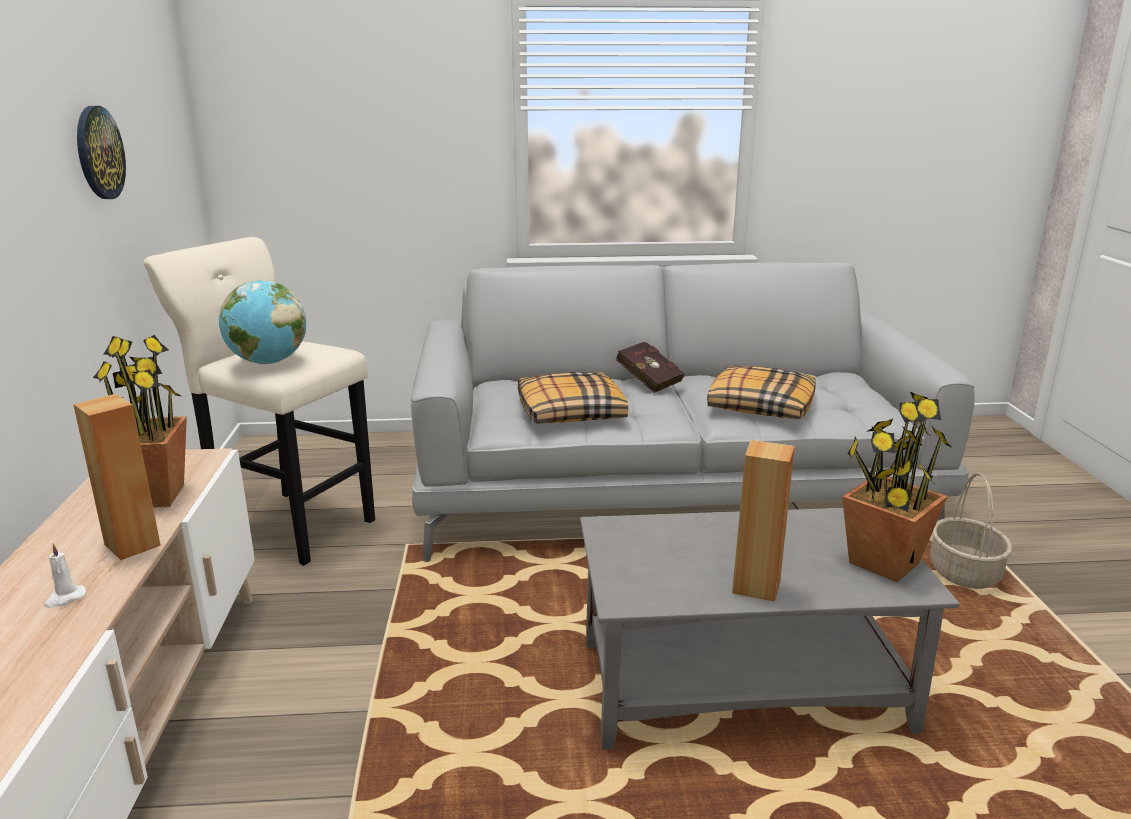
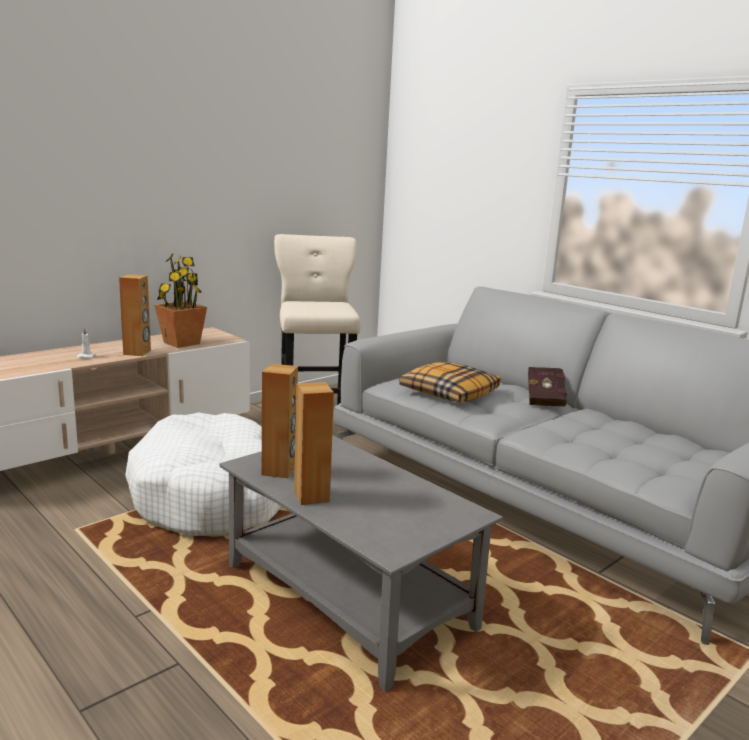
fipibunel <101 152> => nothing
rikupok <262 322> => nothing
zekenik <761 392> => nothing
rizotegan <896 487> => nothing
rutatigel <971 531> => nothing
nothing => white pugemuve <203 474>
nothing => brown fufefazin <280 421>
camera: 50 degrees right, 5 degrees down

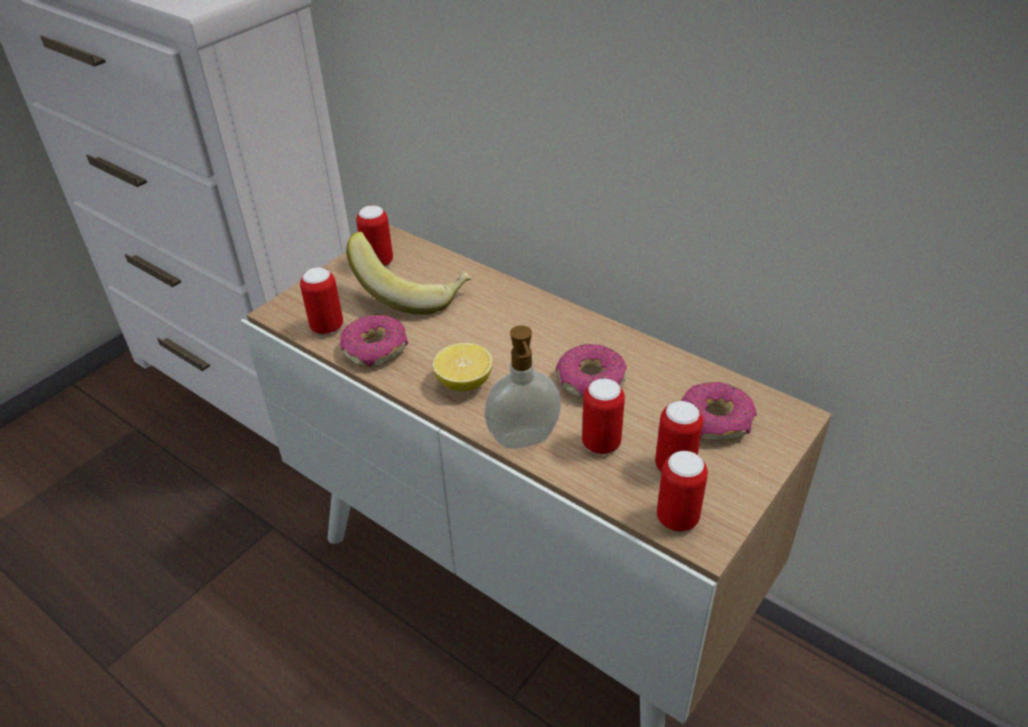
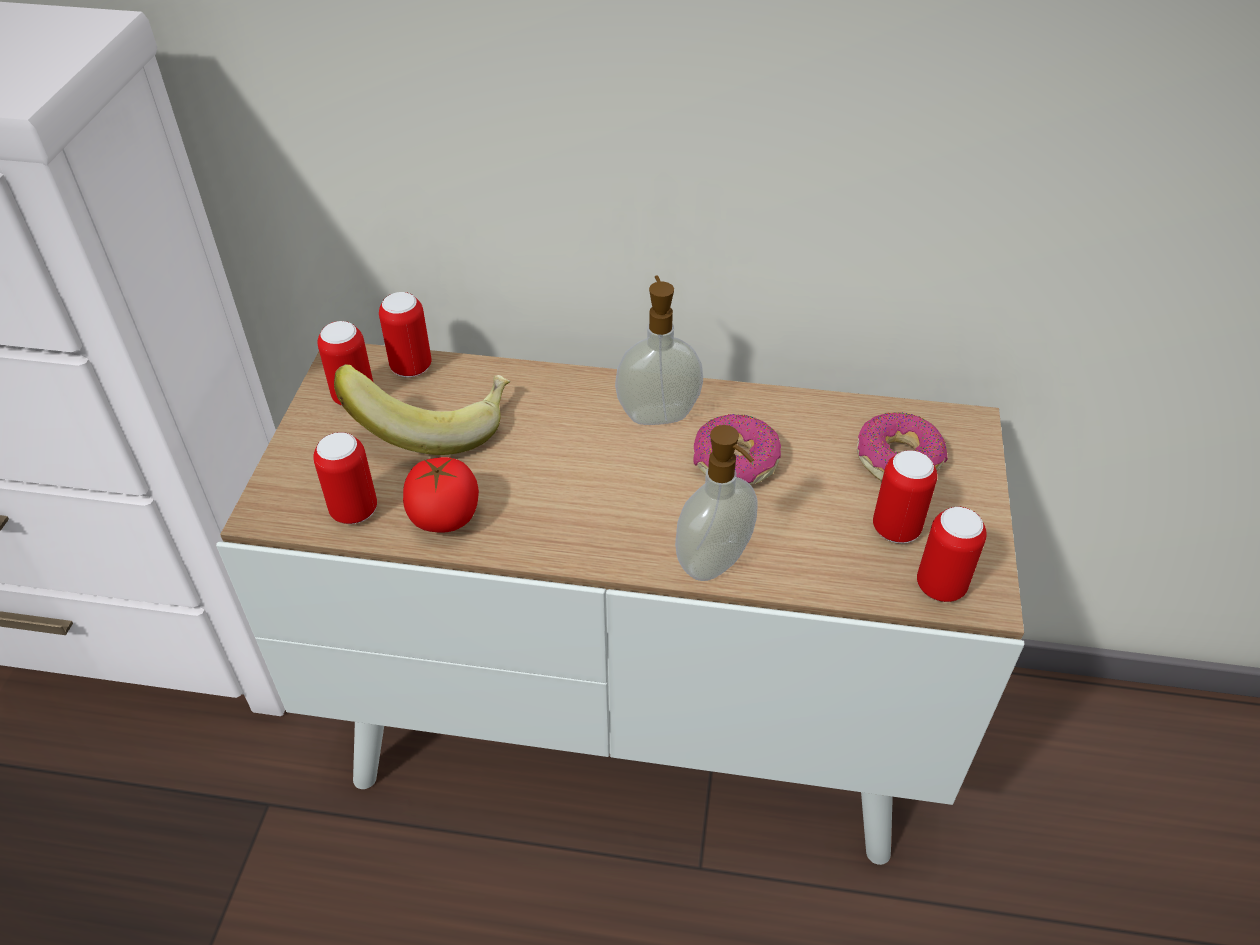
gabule <374 341> => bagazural <441 495>
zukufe <463 367> => nothing
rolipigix <603 416> => rolipigix <405 334>, move
nothing => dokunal <659 350>
camera: 30 degrees left, 5 degrees up

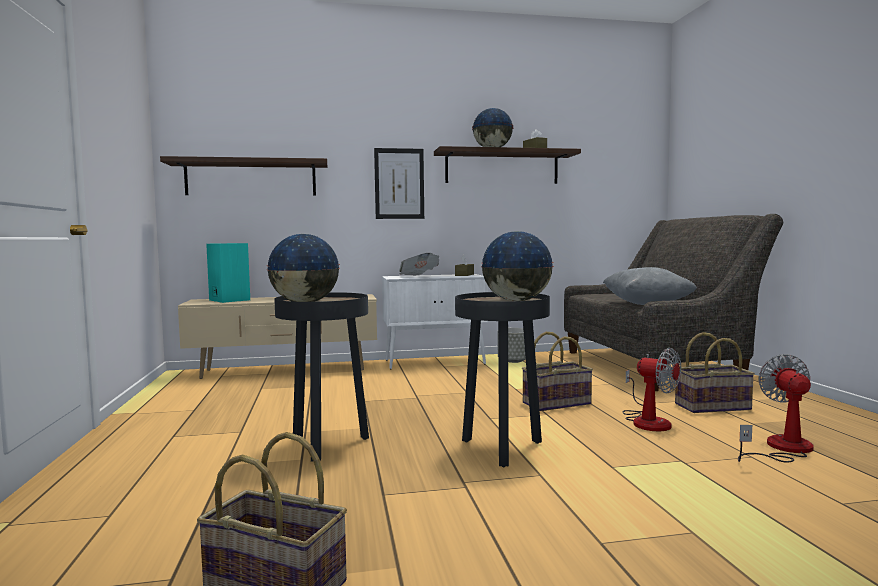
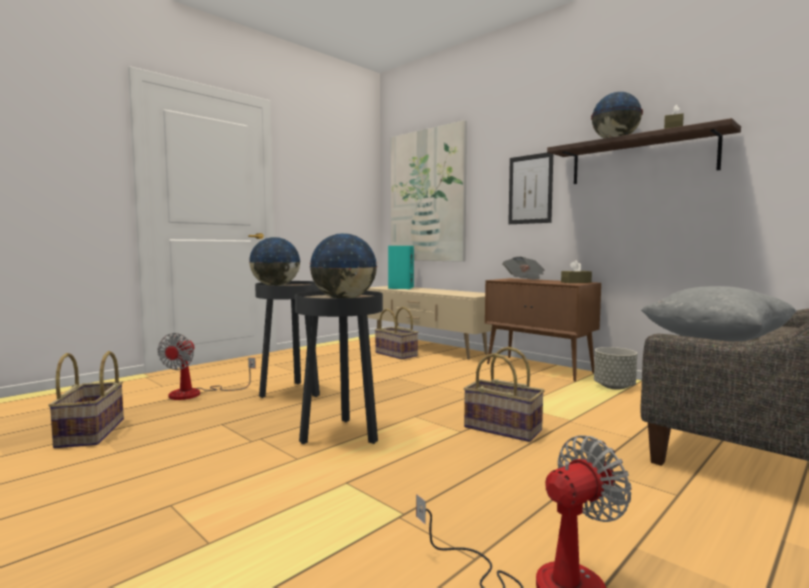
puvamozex <243 176> => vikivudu <429 191>
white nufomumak <435 322> => brown nufomumak <543 330>
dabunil <652 389> => dabunil <207 366>, move
rutatigel <715 372> => rutatigel <396 333>, move
camera: 55 degrees right, 0 degrees up

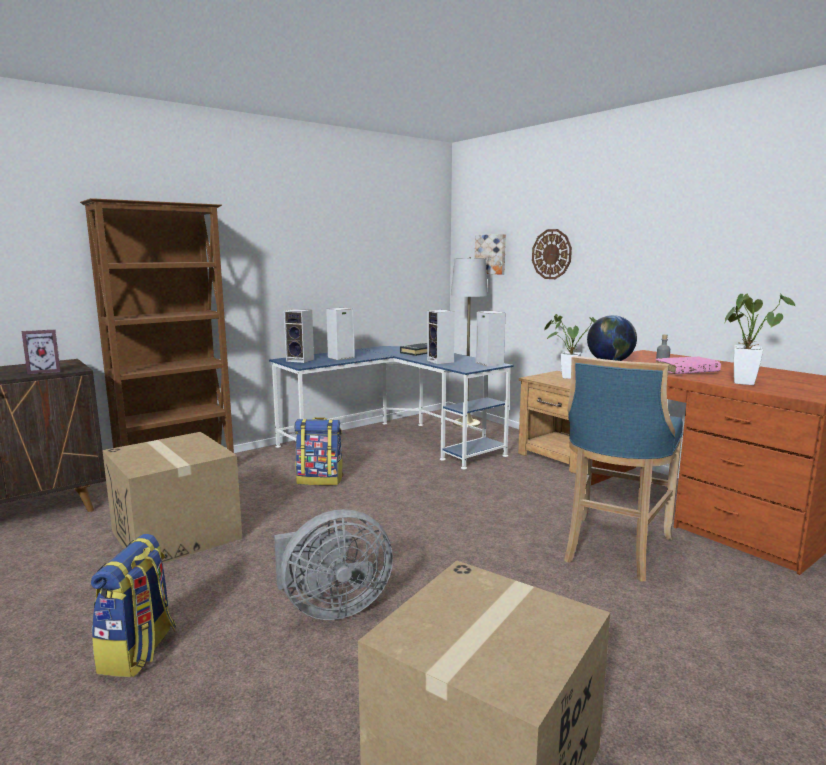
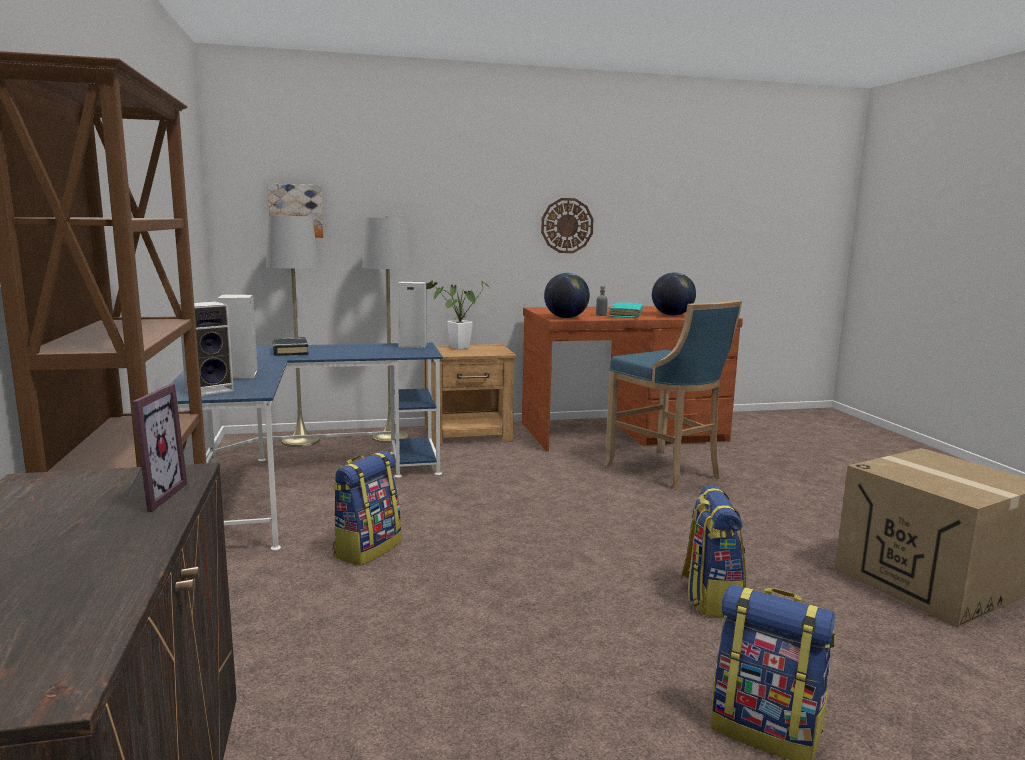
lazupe <172 497> => nothing
grey dabunil <333 564> => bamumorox <713 551>
fufefazin <441 337> => nothing
fipibunel <552 254> => fipibunel <567 225>, move
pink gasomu <688 365> => turquoise gasomu <626 310>
rizotegan <760 339> => rikupok <674 294>
nothing => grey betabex <387 329>
camera: 65 degrees left, 0 degrees up

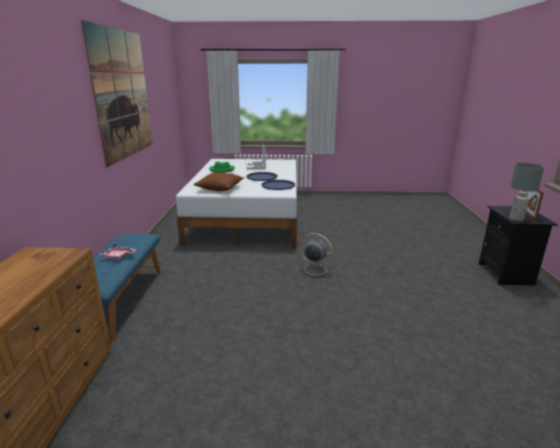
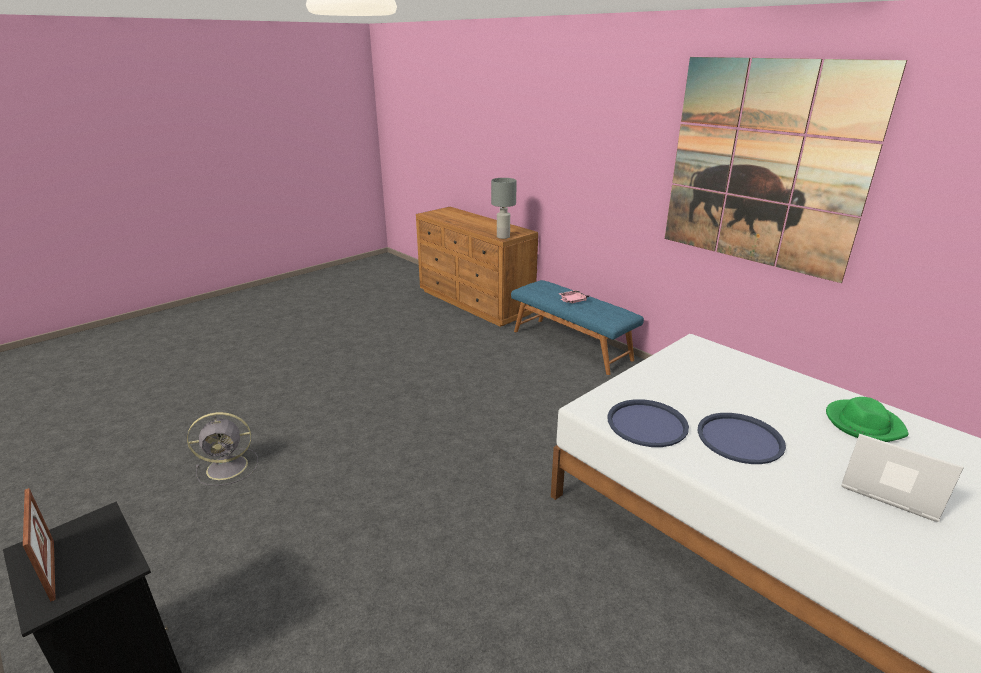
brown zekenik <219 181> => nothing
grey dabunil <315 255> => grey dabunil <222 449>, move
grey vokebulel <526 192> => grey vokebulel <504 208>, move
camera: 135 degrees right, 5 degrees up

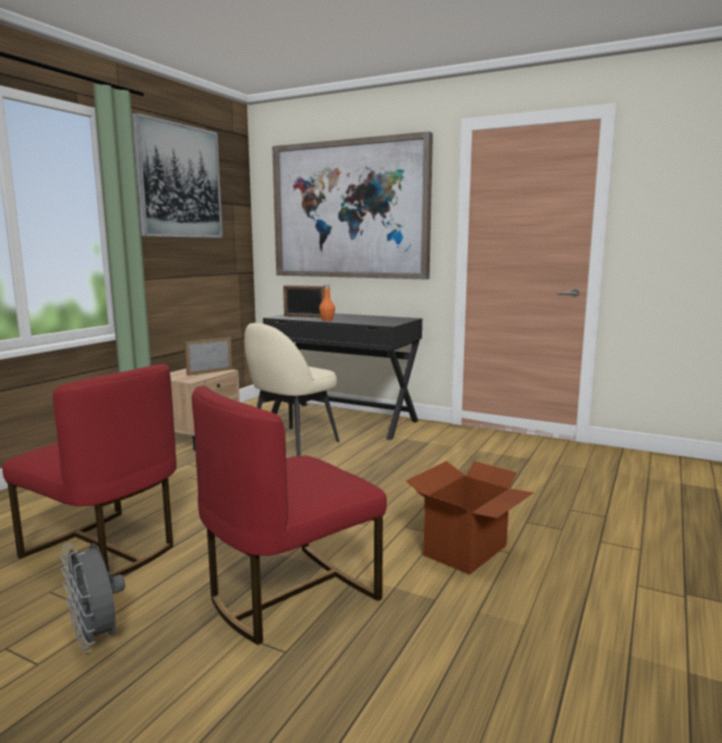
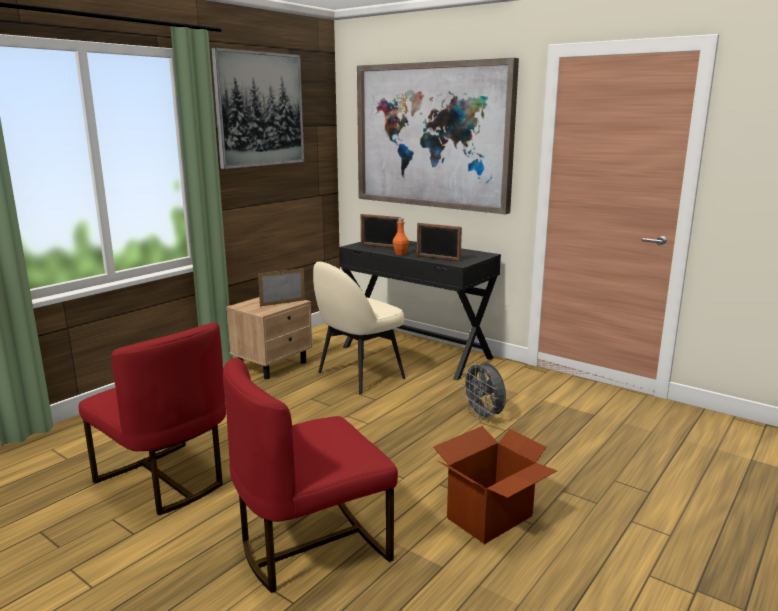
grey dabunil <93 597> => grey dabunil <483 391>, move
nothing => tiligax <439 242>
camera: 10 degrees right, 5 degrees up

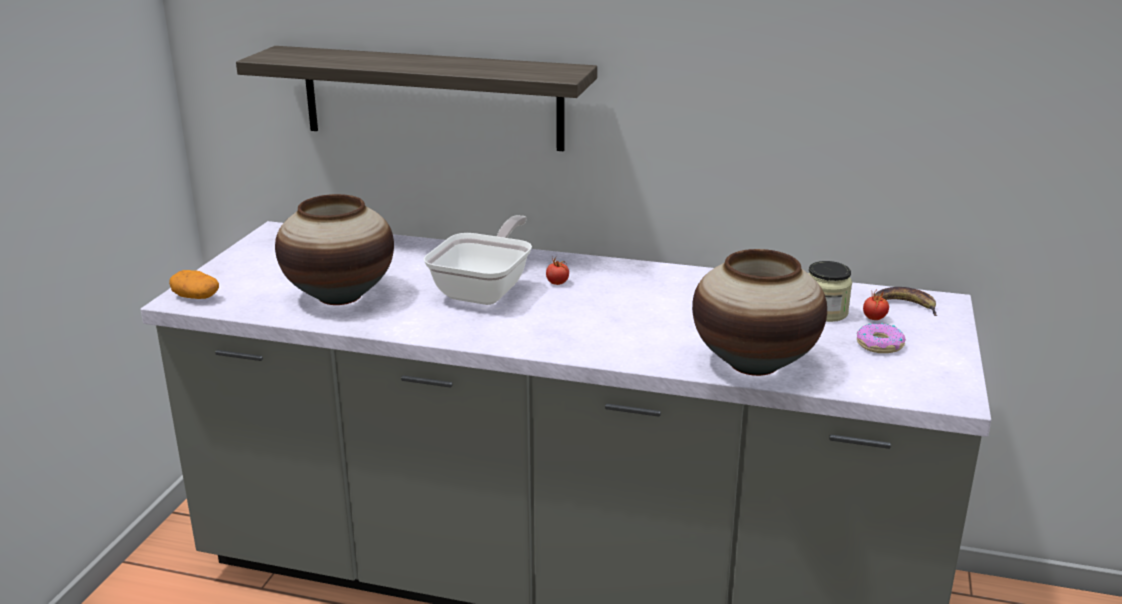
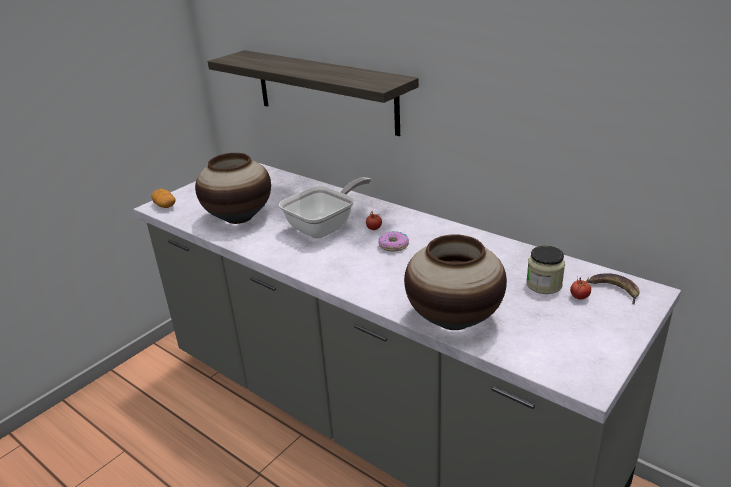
gabule <881 338> => gabule <393 241>, move
camera: 25 degrees right, 5 degrees up

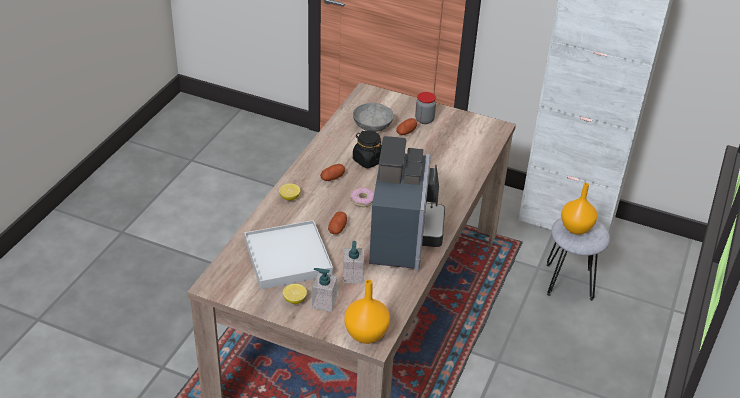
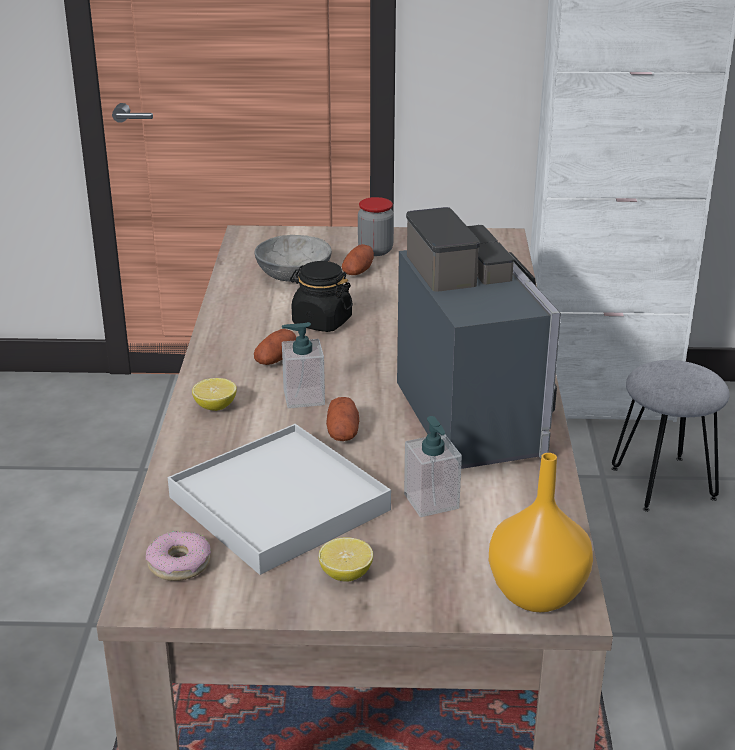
dokunal <324 290> => dokunal <303 365>, move
gabule <362 197> => gabule <178 556>, move
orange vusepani <579 209> => nothing
camera: 20 degrees left, 10 degrees down

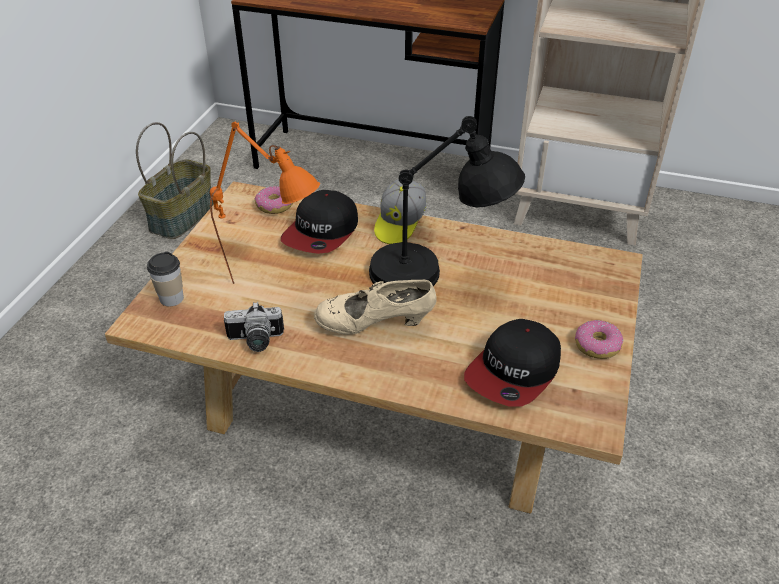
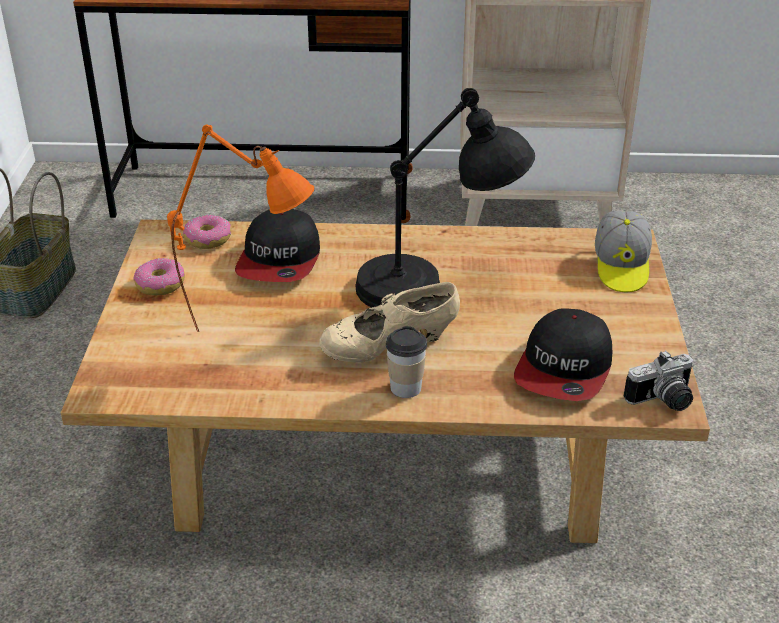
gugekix <165 279> => gugekix <406 362>, move
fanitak <254 327> => fanitak <659 380>, move
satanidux <400 211> => satanidux <623 251>, move
gabule <599 339> => gabule <159 276>, move
camera: 15 degrees left, 5 degrees down

